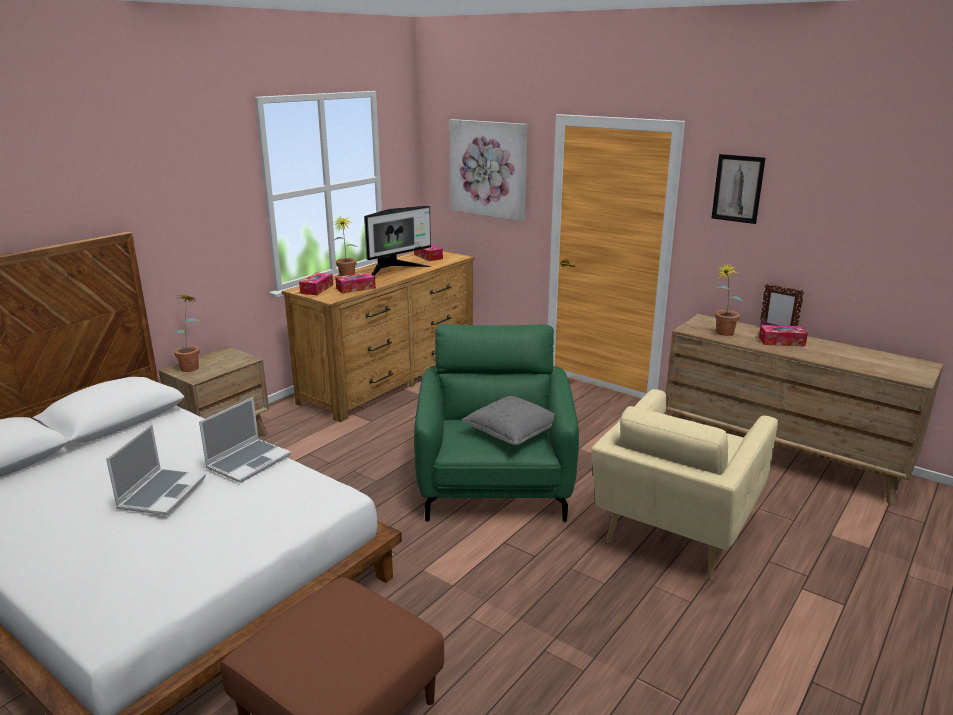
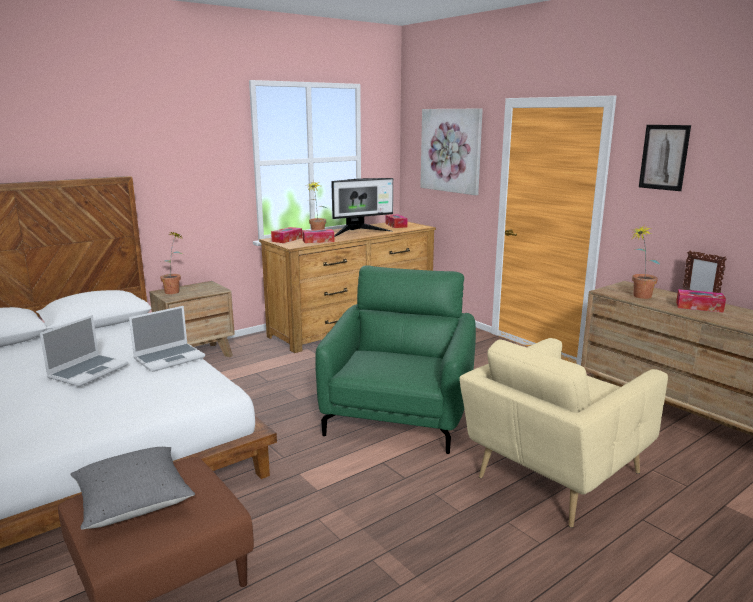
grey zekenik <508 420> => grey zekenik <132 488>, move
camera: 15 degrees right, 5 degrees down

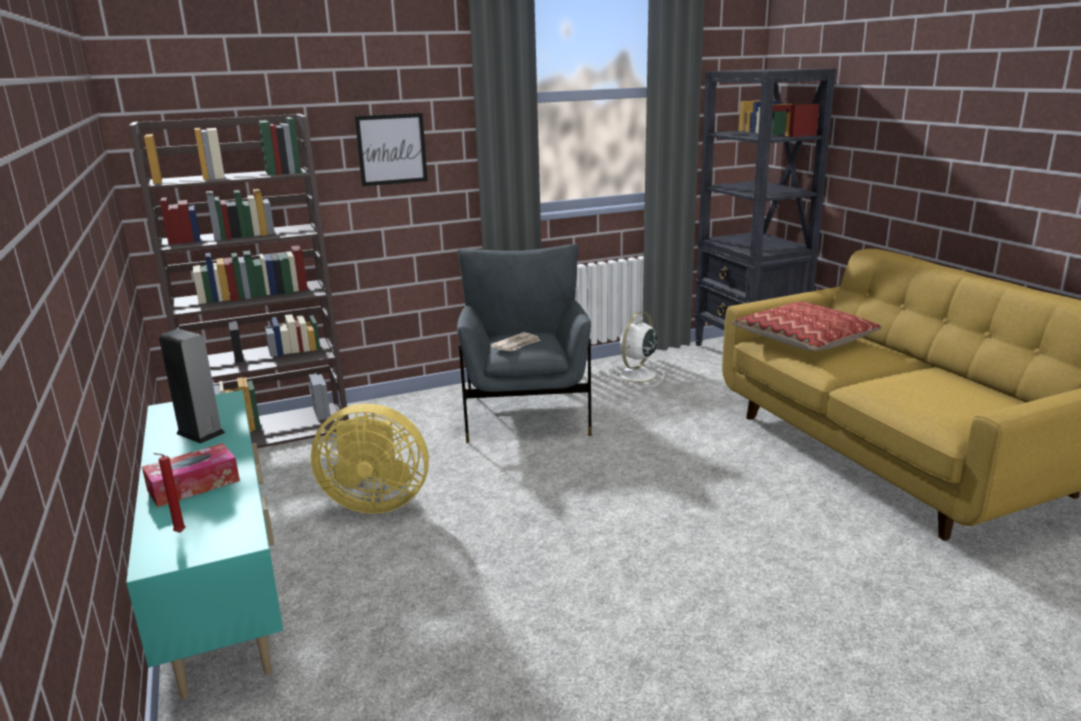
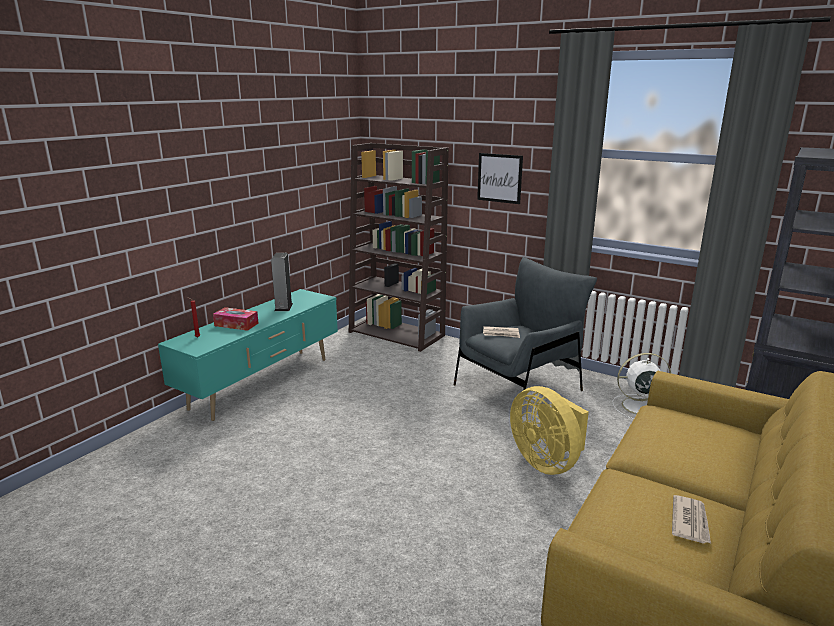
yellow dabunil <370 459> => yellow dabunil <549 430>, move
zekenik <807 326> => nothing
nothing => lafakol <691 519>
camera: 55 degrees right, 0 degrees up

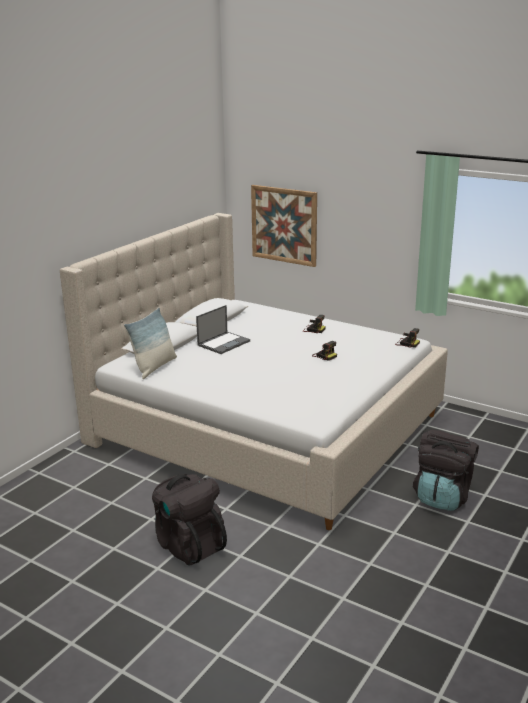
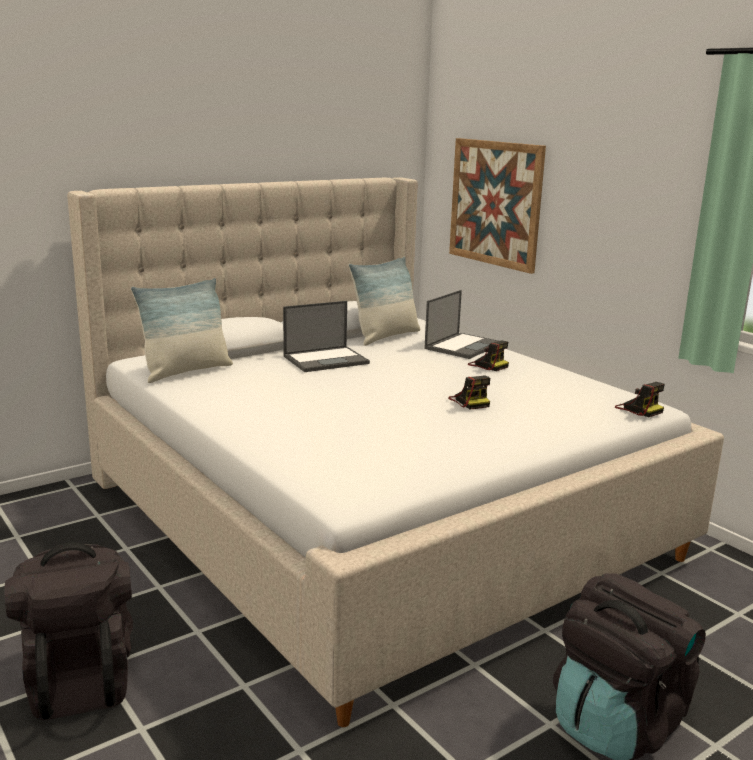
nothing => zekenik <384 301>
nothing => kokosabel <461 324>
camera: 20 degrees right, 5 degrees down

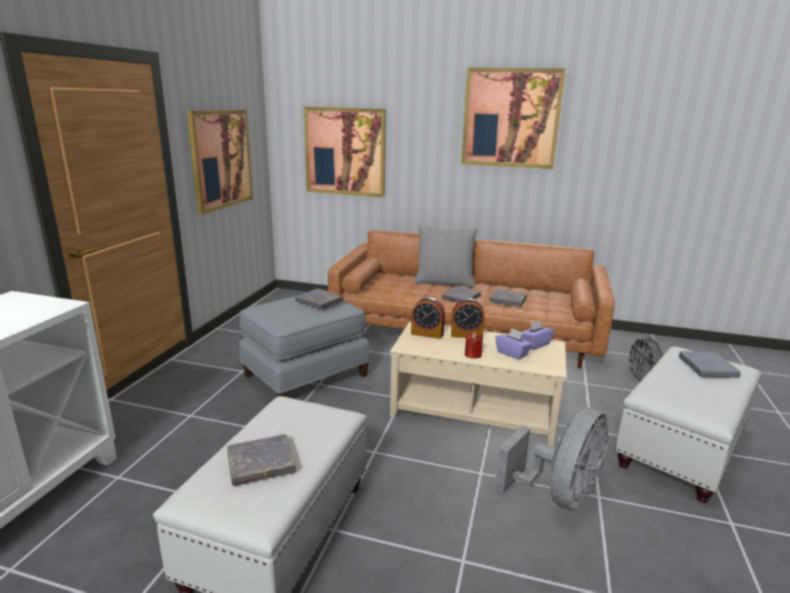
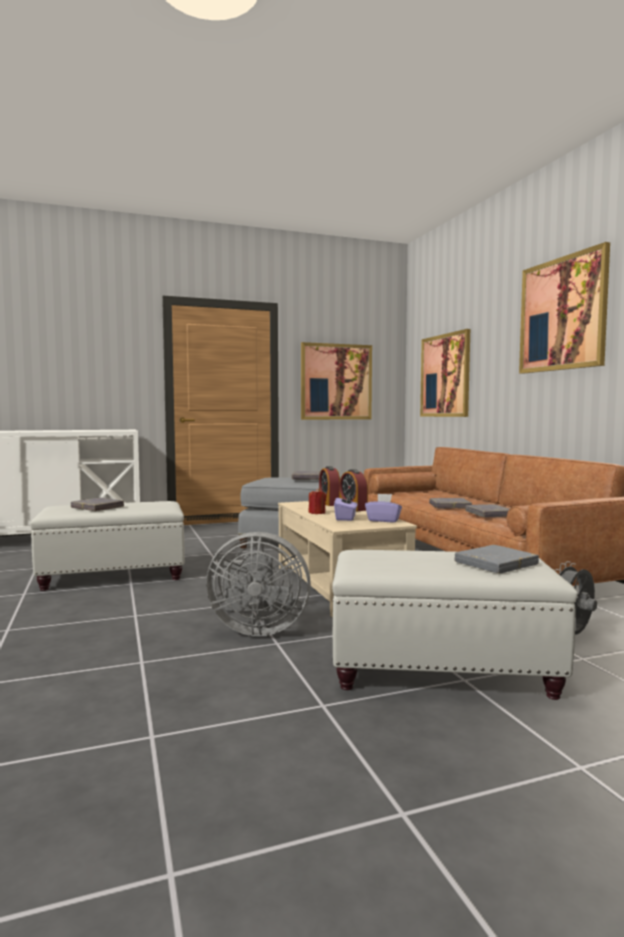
grey zekenik <446 256> => nothing
camera: 55 degrees right, 15 degrees down

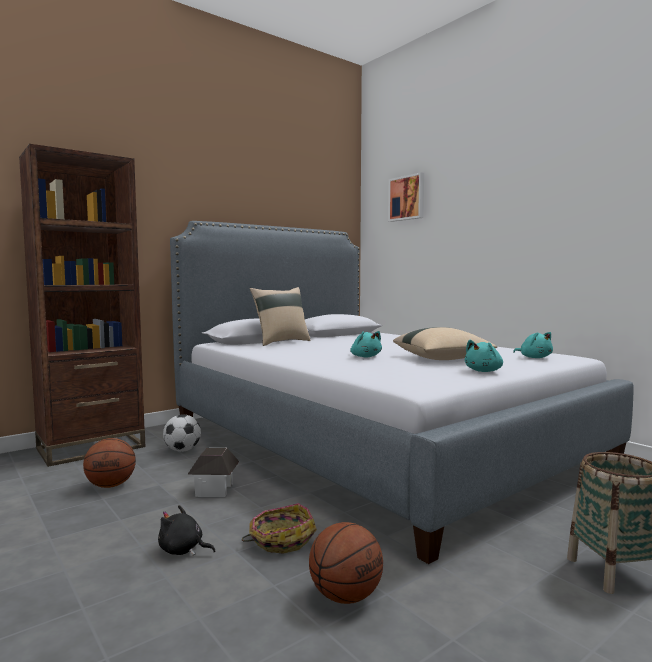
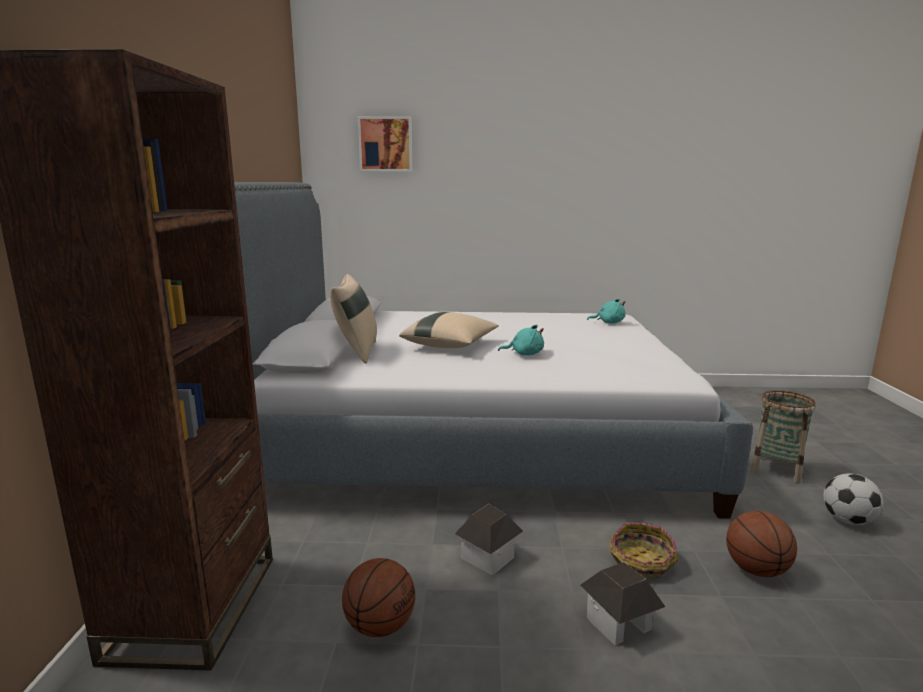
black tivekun <187 530> => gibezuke <622 604>
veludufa <182 433> => veludufa <853 499>, move
beige zekenik <445 343> => beige zekenik <449 330>, move
turquoise tivekun <483 356> => nothing
camera: 50 degrees left, 10 degrees up

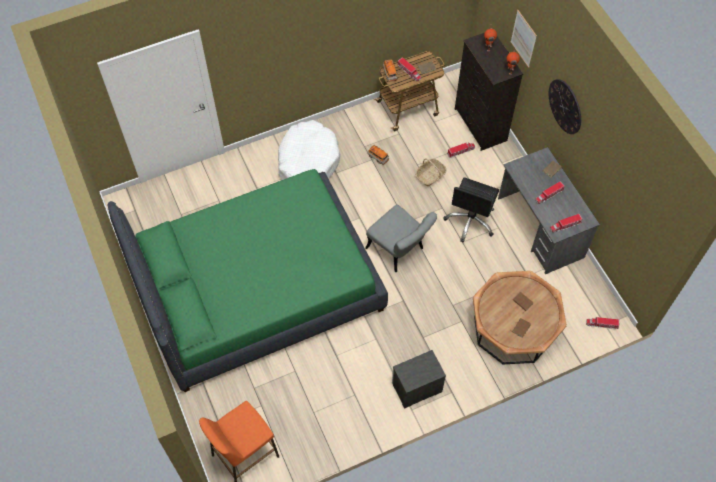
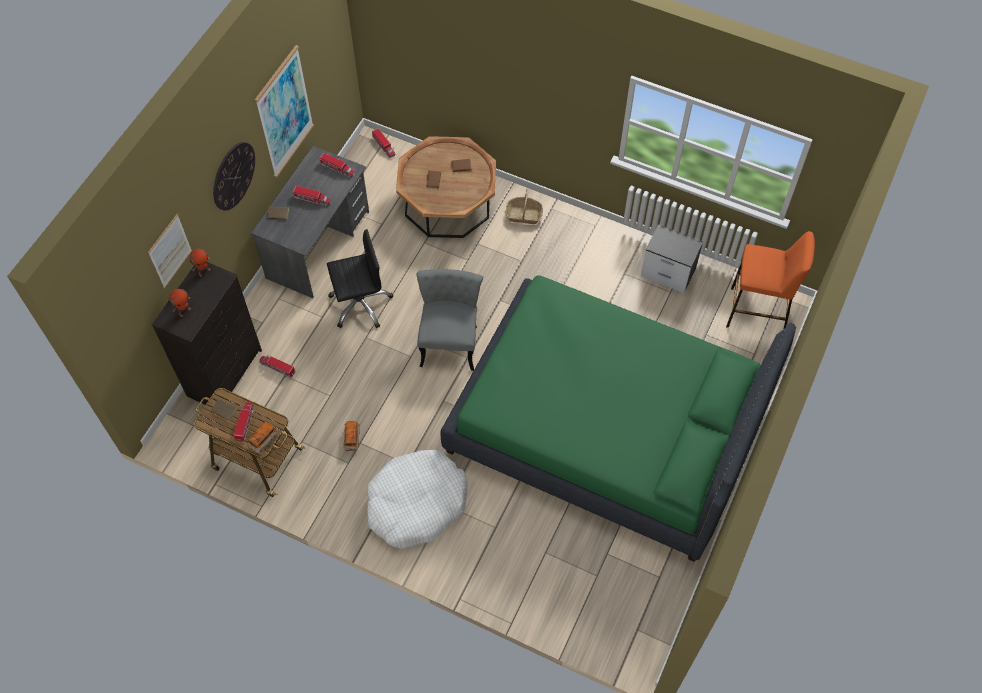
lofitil <419 379> => lofitil <672 258>, move
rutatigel <431 172> => rutatigel <524 206>, move
nothing => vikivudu <284 111>
camera: 130 degrees left, 0 degrees up

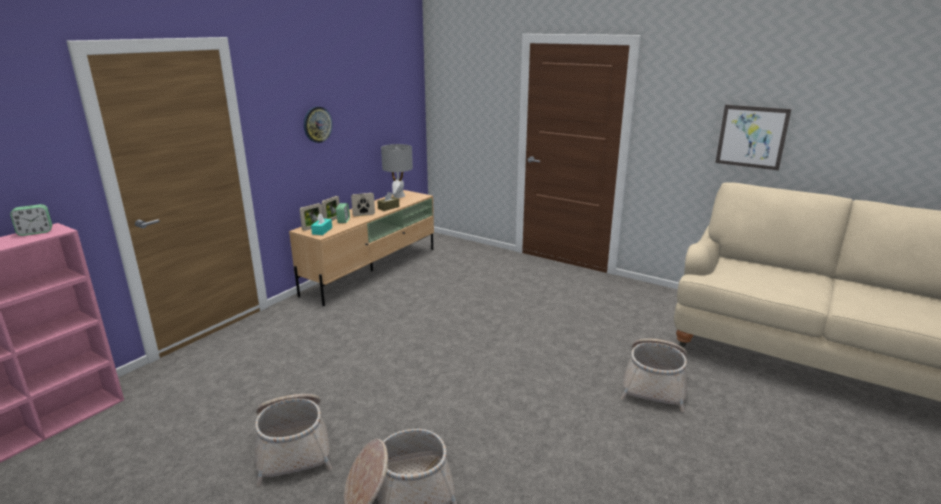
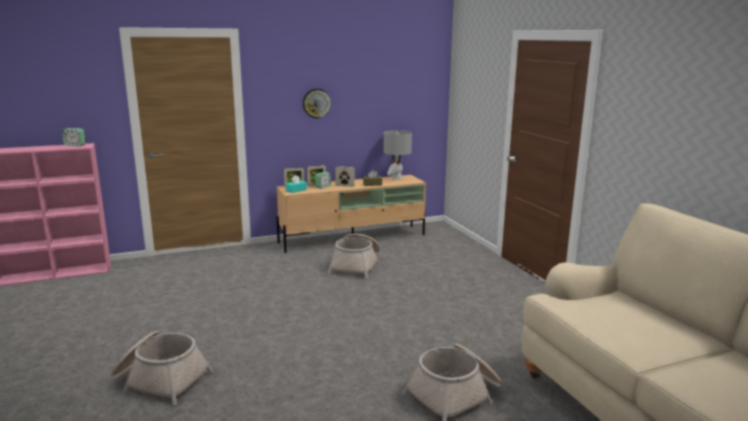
rutatigel <293 440> => rutatigel <353 256>, move
vikivudu <753 137> => nothing
camera: 35 degrees right, 5 degrees down

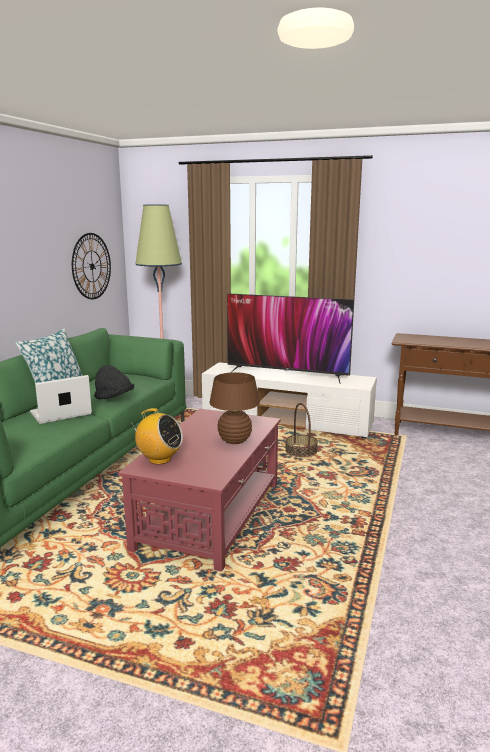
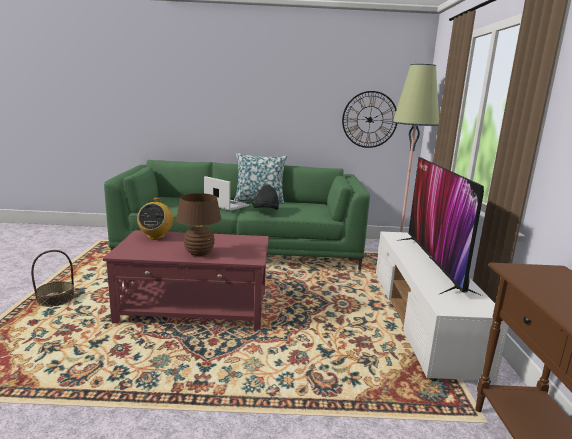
rutatigel <301 430> => rutatigel <53 278>, move
camera: 70 degrees right, 0 degrees up

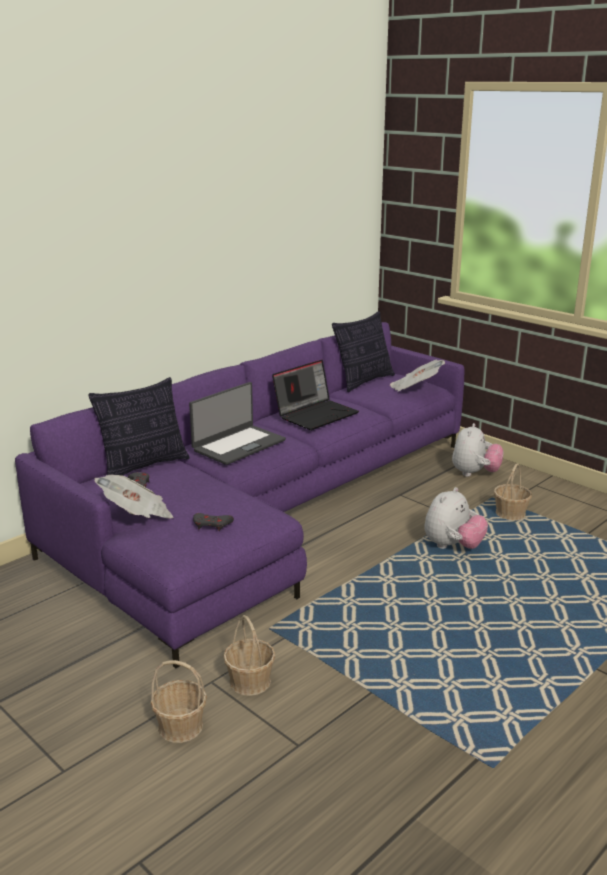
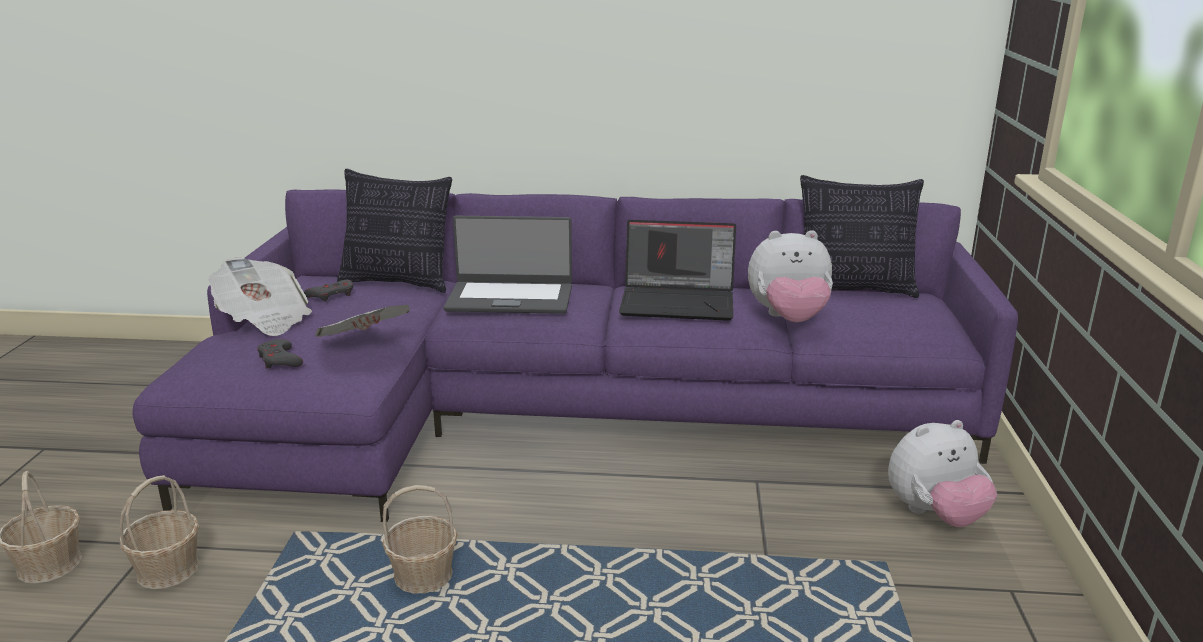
lafakol <417 376> => lafakol <362 321>, move
tivekun <456 518> => tivekun <790 276>, move
rutatigel <513 491> => rutatigel <420 539>, move
camera: 50 degrees right, 0 degrees up

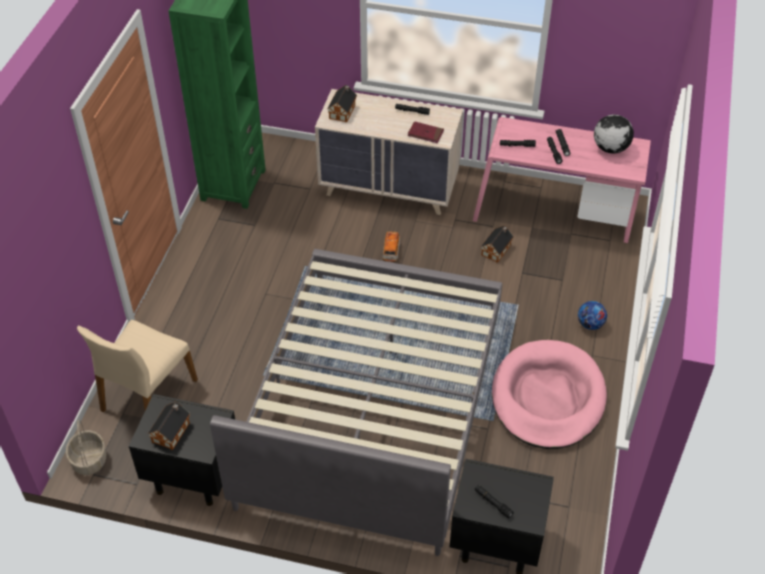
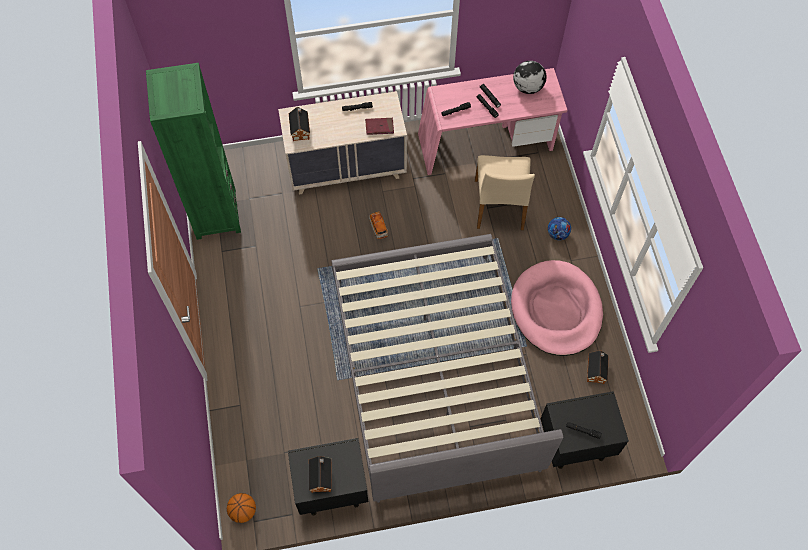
rutatigel <86 447> => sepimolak <241 508>
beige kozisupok <137 366> => beige kozisupok <505 192>, move
gibezuke <497 244> => gibezuke <598 367>, move
camera: 25 degrees left, 15 degrees up

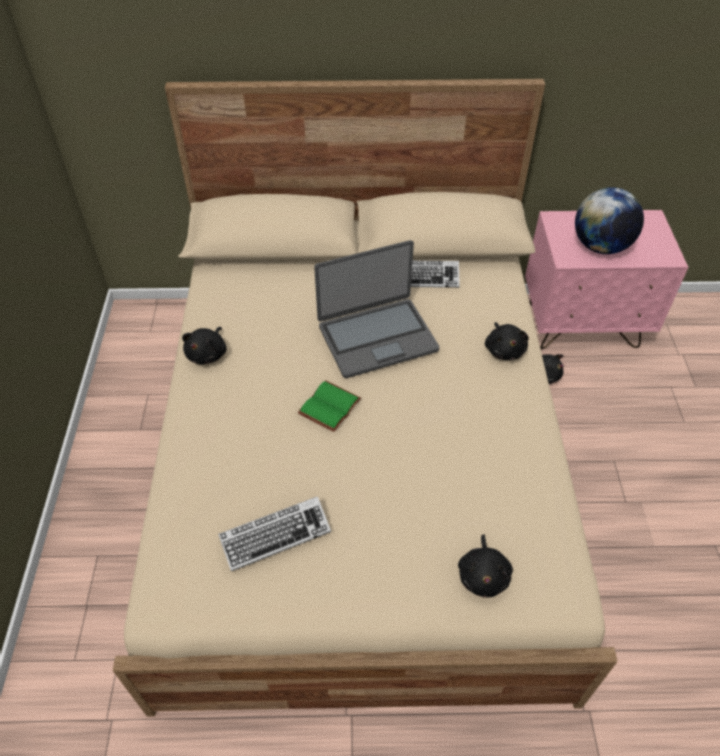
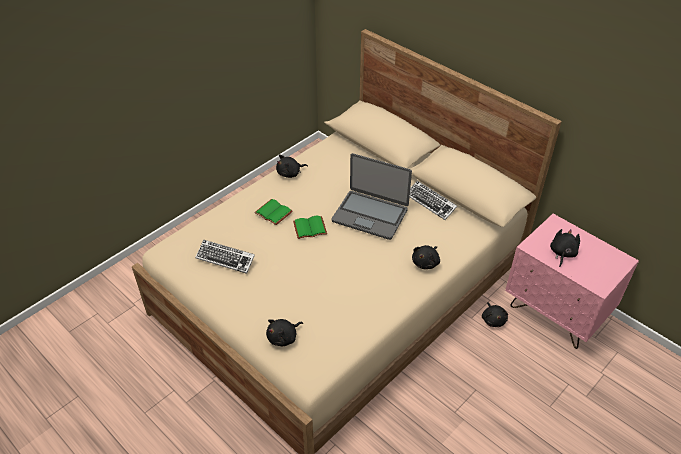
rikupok <609 220> => black tivekun <565 248>
nothing => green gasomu <273 212>
camera: 45 degrees right, 5 degrees down

